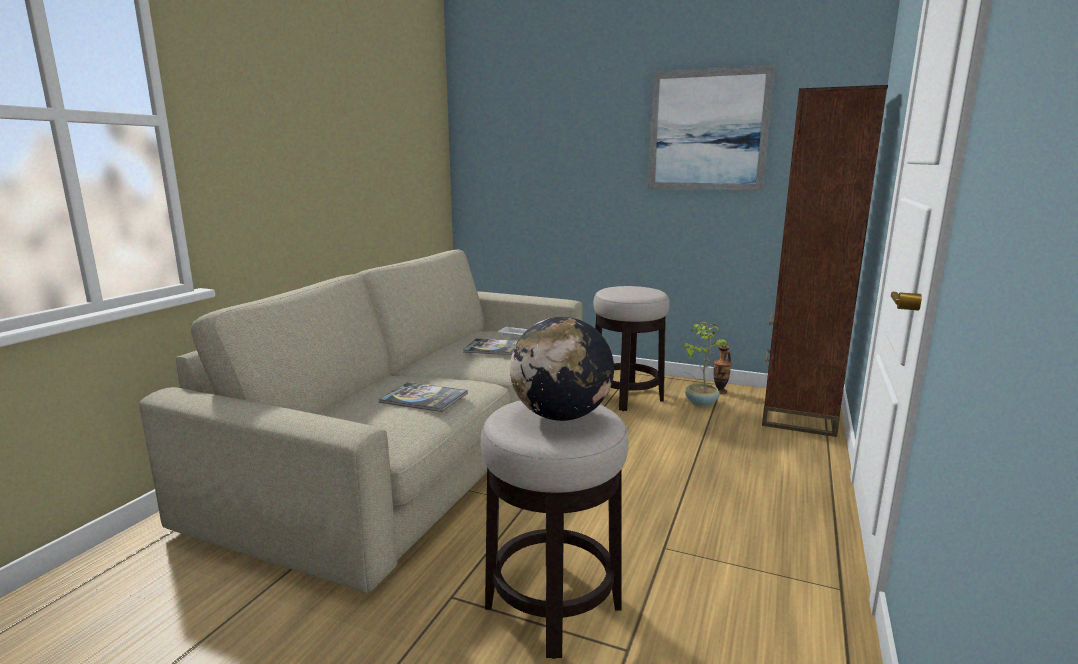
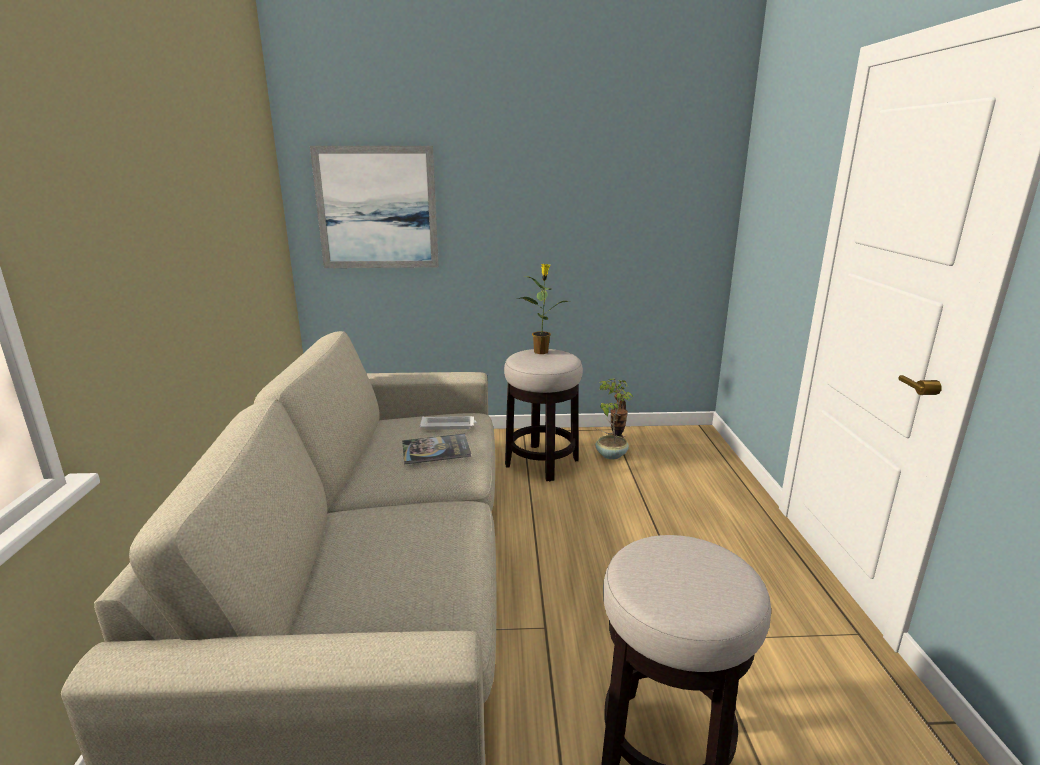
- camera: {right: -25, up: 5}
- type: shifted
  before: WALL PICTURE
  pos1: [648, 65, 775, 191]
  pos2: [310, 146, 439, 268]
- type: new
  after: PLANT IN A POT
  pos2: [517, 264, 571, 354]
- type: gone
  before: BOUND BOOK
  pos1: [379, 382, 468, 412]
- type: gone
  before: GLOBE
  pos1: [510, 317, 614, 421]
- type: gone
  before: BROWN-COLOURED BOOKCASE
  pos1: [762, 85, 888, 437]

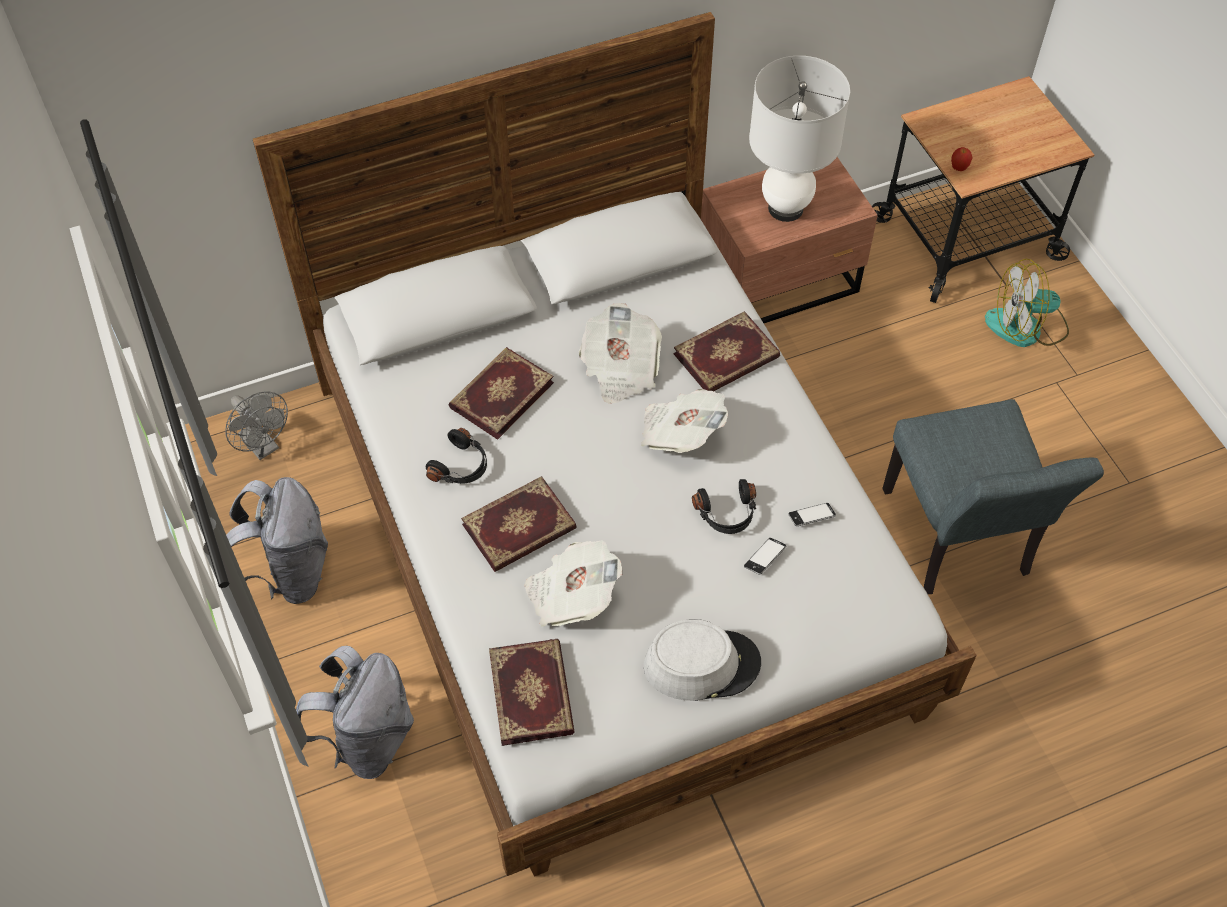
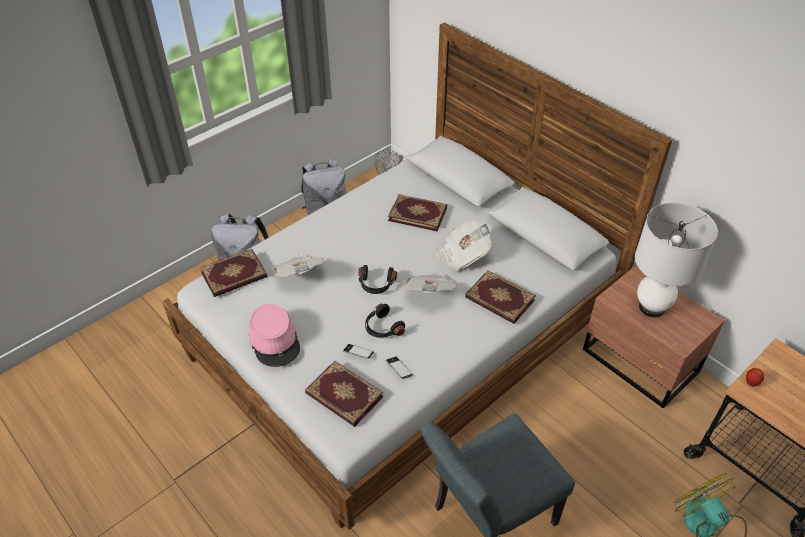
- camera: {right: 70, up: -10}
- type: repainted
  before: GREY WEARABLE HAT
  after: PINK WEARABLE HAT
  pos1: [644, 619, 761, 701]
  pos2: [249, 304, 300, 367]
- type: shifted
  before: BOUND BOOK
  pos1: [461, 476, 577, 572]
  pos2: [305, 361, 383, 427]
- type: shifted
  before: BLACK-COLOURED PAIR OF HEADPHONES
  pos1: [426, 428, 487, 484]
  pos2: [359, 265, 397, 294]

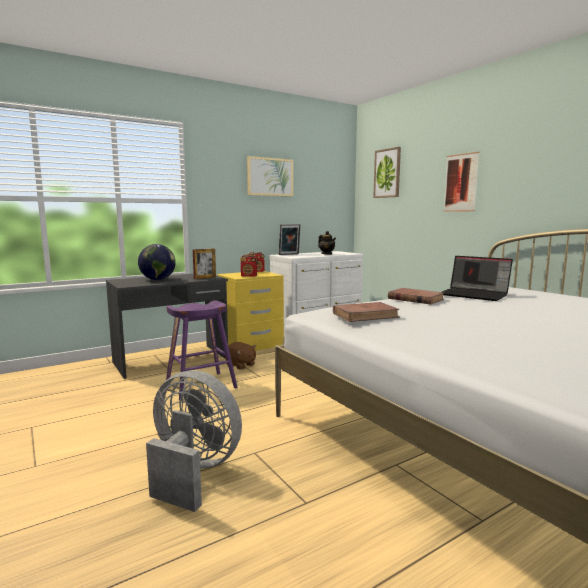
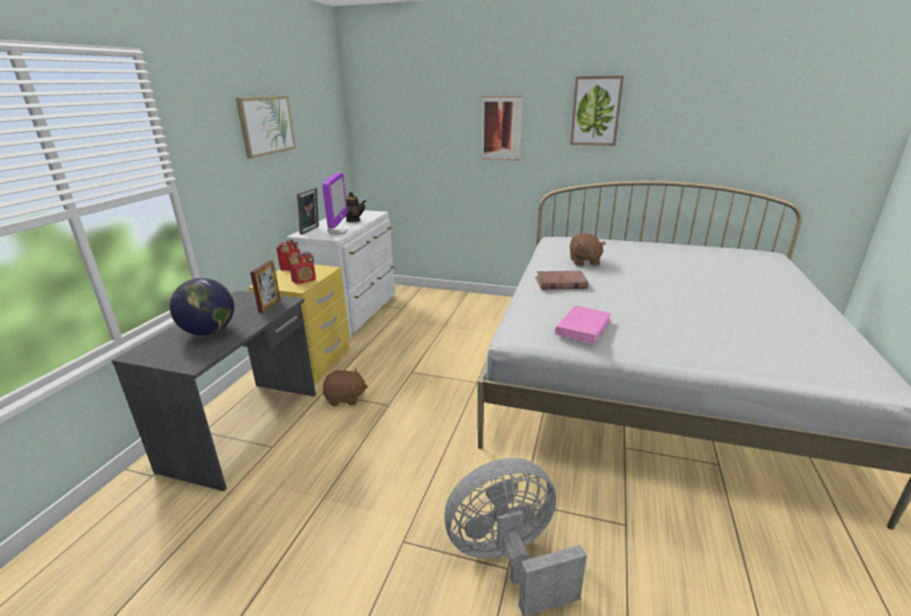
- camera: {right: -40, up: 15}
- type: new
  after: COMPUTER DISPLAY
  pos2: [322, 173, 348, 234]
- type: repainted
  before: BROWN-COLOURED BOUND BOOK
  after: PINK BOUND BOOK
  pos1: [333, 302, 400, 322]
  pos2: [555, 306, 611, 344]
- type: shifted
  before: WALL PICTURE
  pos1: [373, 147, 401, 198]
  pos2: [570, 76, 624, 146]
- type: swapped
  before: NOTEBOOK COMPUTER
  after: BROWN-COLOURED CUDDLY TOY
  pos1: [442, 256, 513, 301]
  pos2: [570, 233, 606, 266]
- type: gone
  before: PURPLE-COLOURED SITTING STOOL
  pos1: [166, 300, 238, 401]

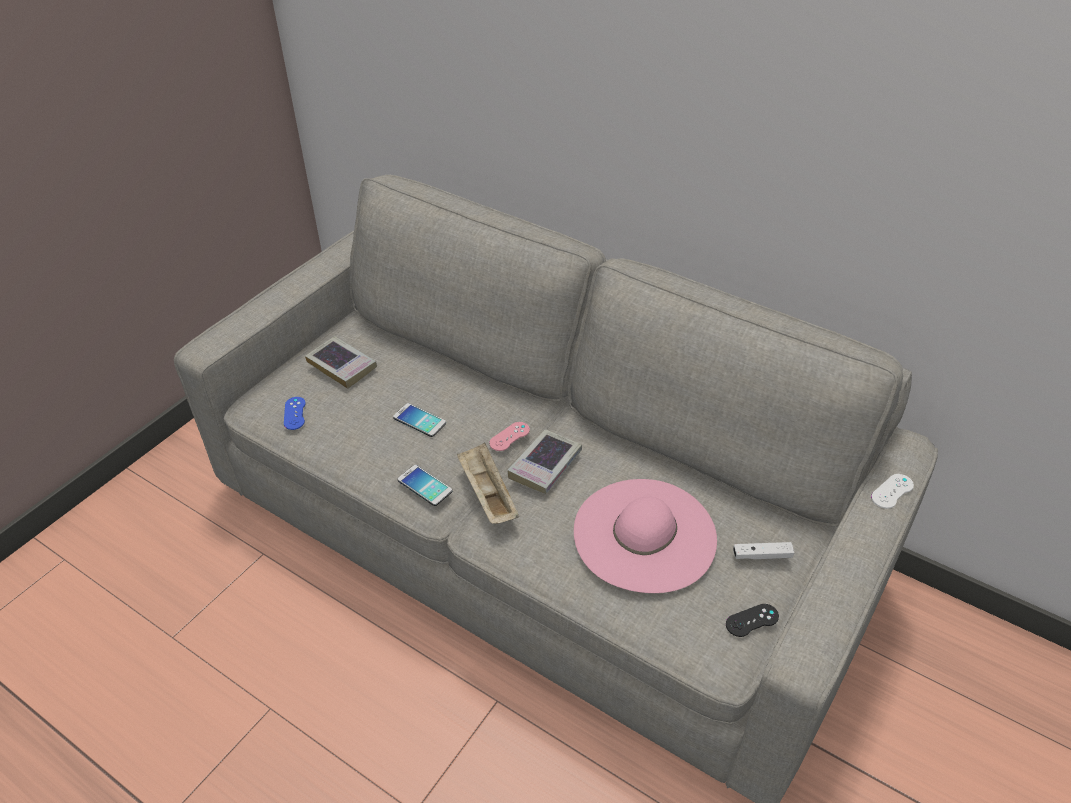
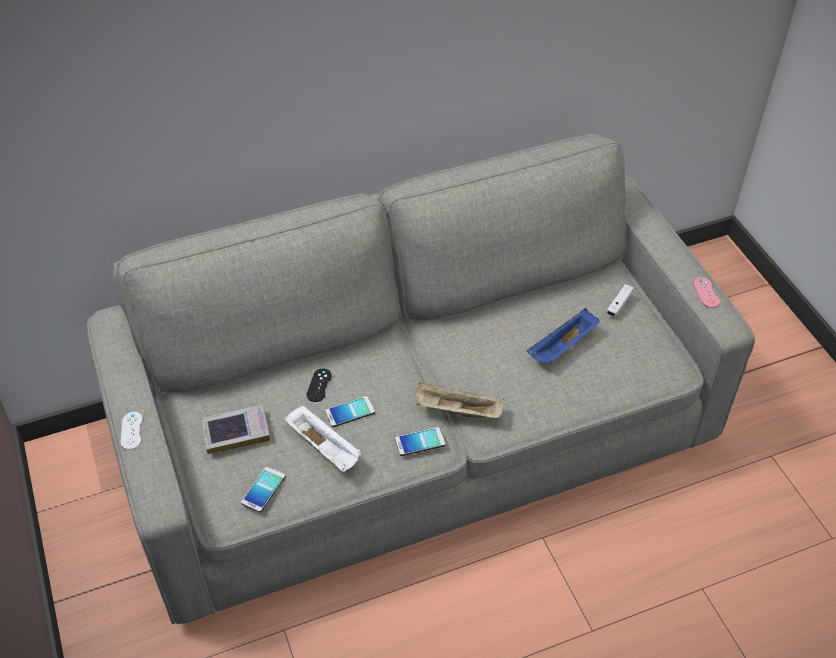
- camera: {right: -55, up: 5}
- type: shifted
  before: WHITISH GAME CONTROLLER
  pos1: [871, 474, 914, 509]
  pos2: [121, 412, 143, 450]
- type: swapped
  before: BLUISH GAME CONTROLLER
  after: HANDSET
  pos1: [284, 397, 306, 430]
  pos2: [241, 467, 286, 512]
- type: new
  after: WHITISH CARRYING TRAY
  pos2: [284, 405, 361, 472]
- type: shifted
  before: BLACK-COLOURED GAME CONTROLLER
  pos1: [726, 604, 779, 637]
  pos2: [307, 369, 332, 402]
- type: swapped
  before: PINK WEARABLE HAT
  after: BLUISH CARRYING TRAY
  pos1: [574, 479, 717, 593]
  pos2: [527, 308, 600, 365]
- type: shifted
  before: PINK GAME CONTROLLER
  pos1: [489, 422, 530, 451]
  pos2: [693, 277, 720, 308]
- type: gone
  before: BOUND BOOK
  pos1: [507, 429, 582, 494]

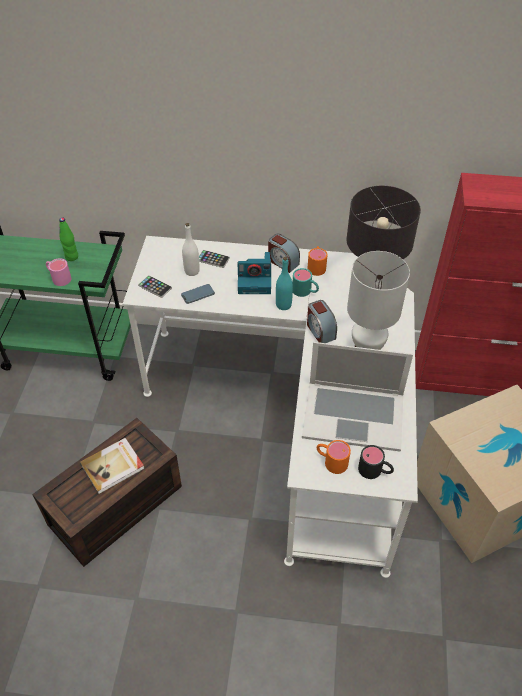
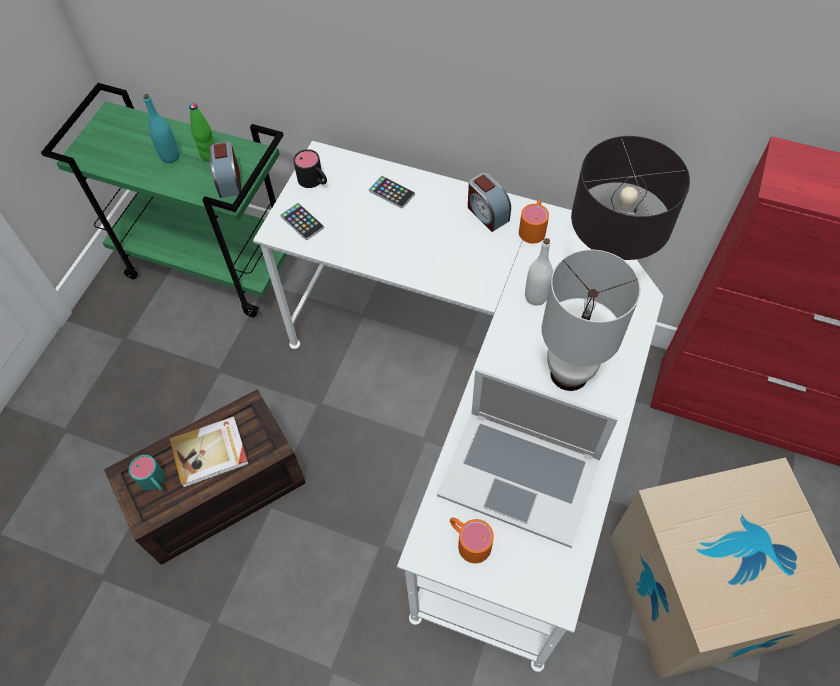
- camera: {right: 15, up: 10}
- type: shifted
  before: TURQUOISE-COLOURED TEA MUG
  pos1: [293, 268, 319, 297]
  pos2: [129, 455, 165, 492]
- type: shifted
  before: TURQUOISE-COLOURED BOTTLE
  pos1: [276, 257, 293, 310]
  pos2: [143, 94, 180, 163]
- type: shifted
  before: TABLE CLOCK
  pos1: [307, 300, 337, 343]
  pos2: [209, 141, 242, 198]
- type: shifted
  before: BLACK-COLOURED TEA MUG
  pos1: [358, 445, 394, 479]
  pos2: [293, 149, 327, 188]
- type: shifted
  before: WHITISH BOTTLE
  pos1: [182, 223, 200, 276]
  pos2: [525, 238, 553, 305]
- type: gone
  before: PINK TEA MUG
  pos1: [46, 259, 71, 286]
- type: gone
  before: HANDSET
  pos1: [181, 284, 215, 304]
- type: gone
  before: STILL CAMERA
  pos1: [238, 252, 271, 294]

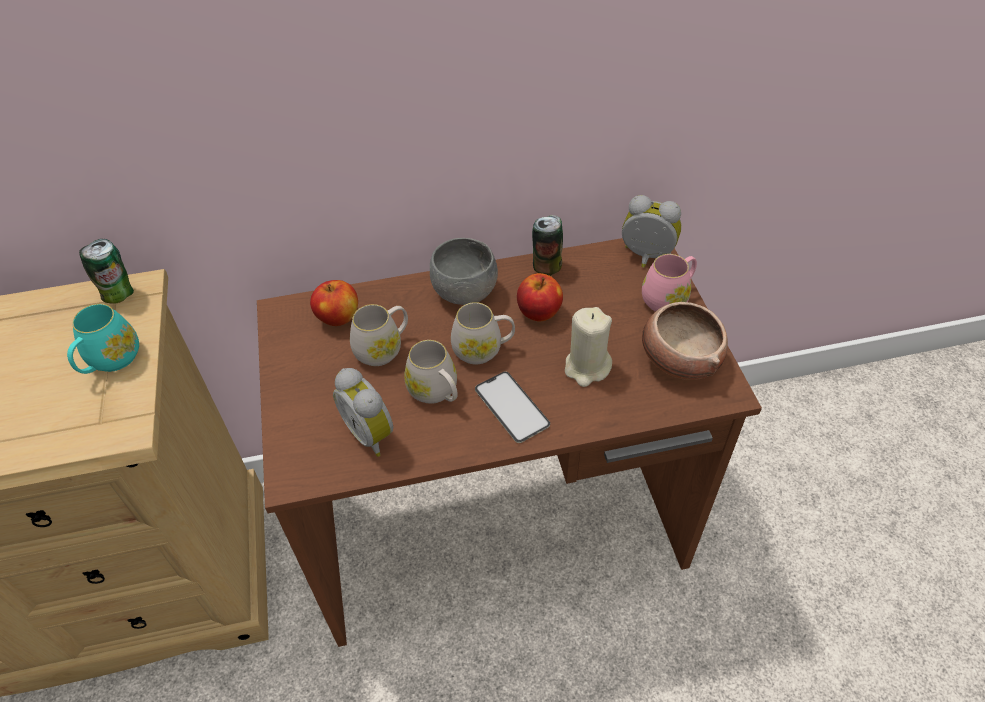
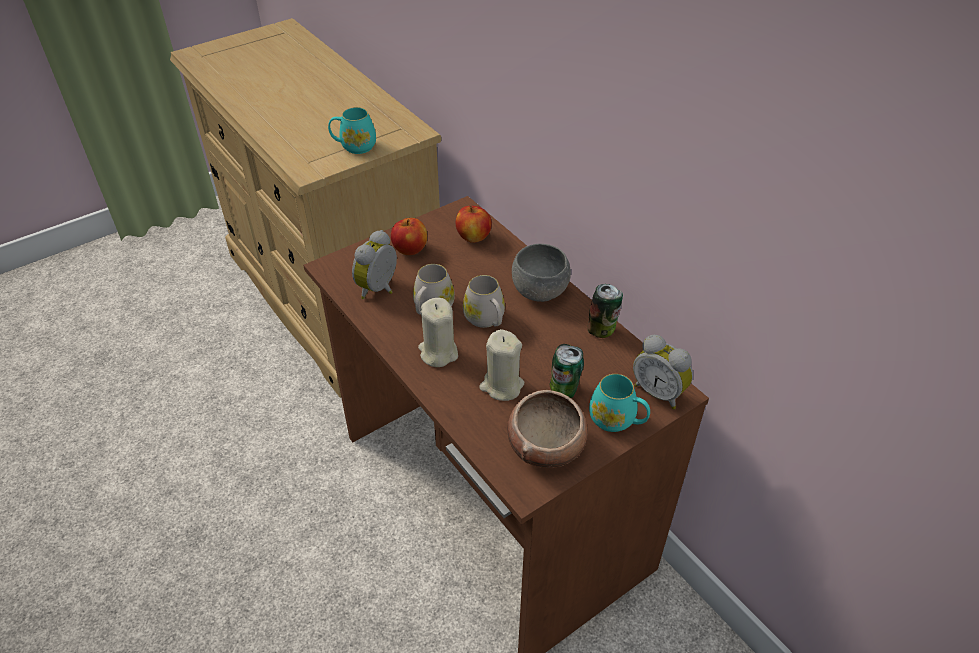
- camera: {right: 65, up: -5}
- type: shifted
  before: APPLE
  pos1: [517, 273, 563, 321]
  pos2: [391, 218, 427, 255]
- type: swapped
  before: HANDSET
  after: BEIGE-COLOURED WAX LIGHT
  pos1: [475, 371, 550, 443]
  pos2: [418, 298, 458, 367]
- type: shifted
  before: CAN
  pos1: [79, 239, 134, 304]
  pos2: [550, 344, 584, 398]
- type: repainted
  before: PINK TEA MUG
  after: TURQUOISE-COLOURED TEA MUG
  pos1: [642, 254, 697, 312]
  pos2: [589, 374, 650, 432]
- type: rotated
  before: TABLE CLOCK
  pos1: [622, 195, 681, 268]
  pos2: [633, 335, 693, 410]
  turn: 135
- type: gone
  before: WHITISH TEA MUG
  pos1: [350, 304, 408, 366]

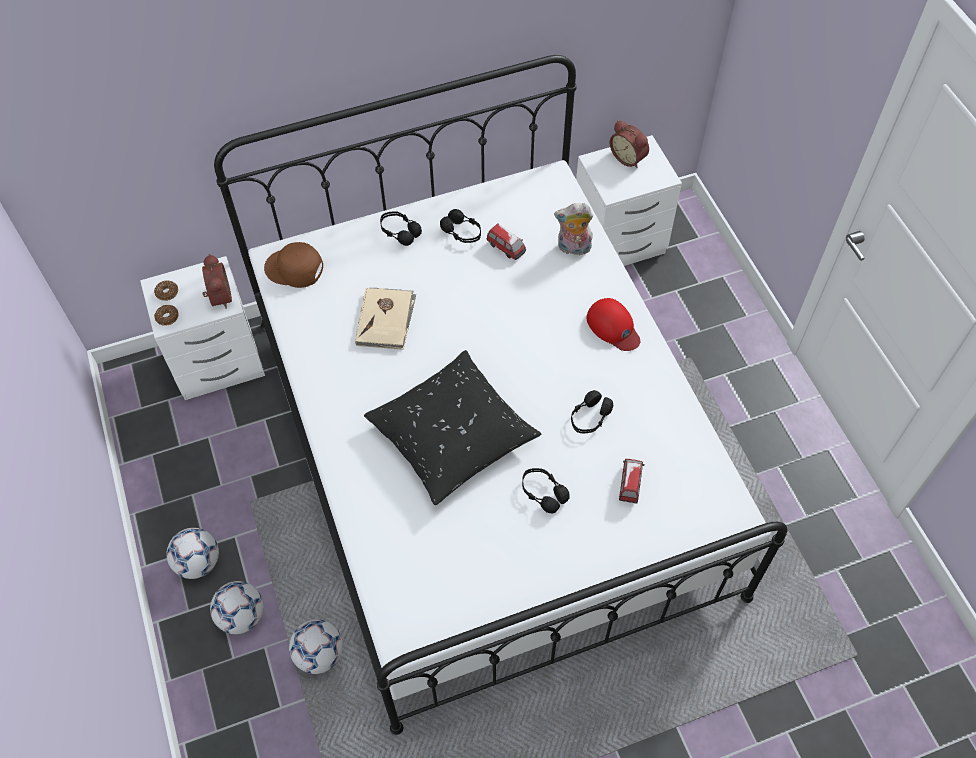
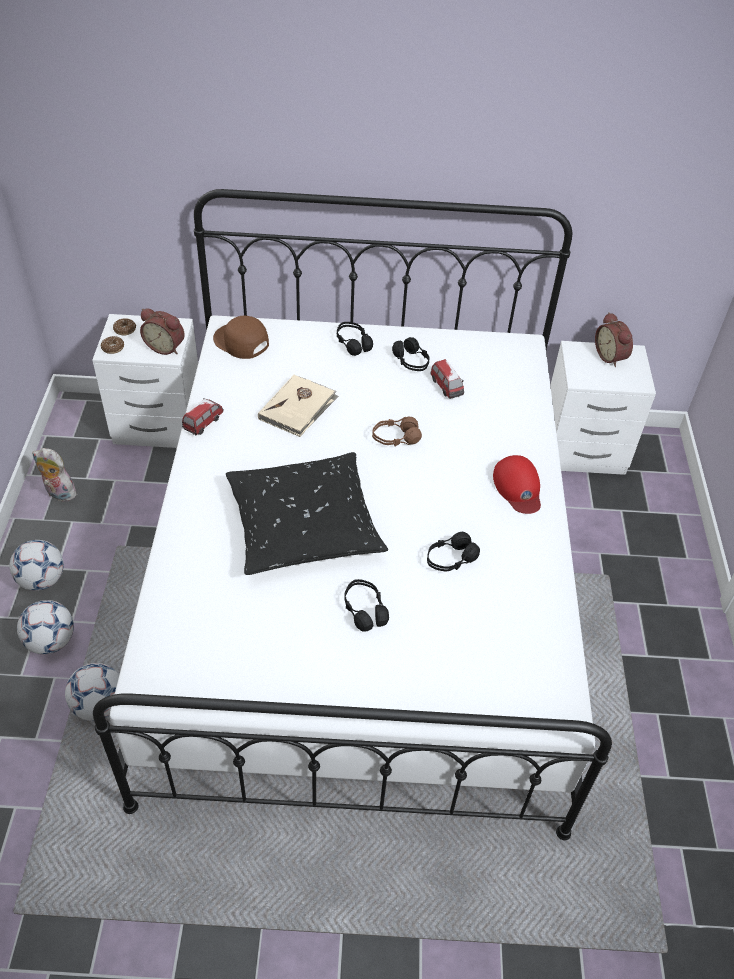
- camera: {right: 20, up: -10}
- type: shifted
  before: CUDDLY TOY
  pos1: [554, 203, 593, 258]
  pos2: [32, 448, 80, 502]
- type: rotated
  before: TABLE CLOCK
  pos1: [202, 254, 232, 309]
  pos2: [140, 308, 185, 355]
  turn: 105
- type: shifted
  before: MODEL CAR
  pos1: [619, 459, 645, 504]
  pos2: [182, 398, 223, 435]
- type: new
  after: BROWN-COLOURED PAIR OF HEADPHONES
  pos2: [372, 417, 422, 446]

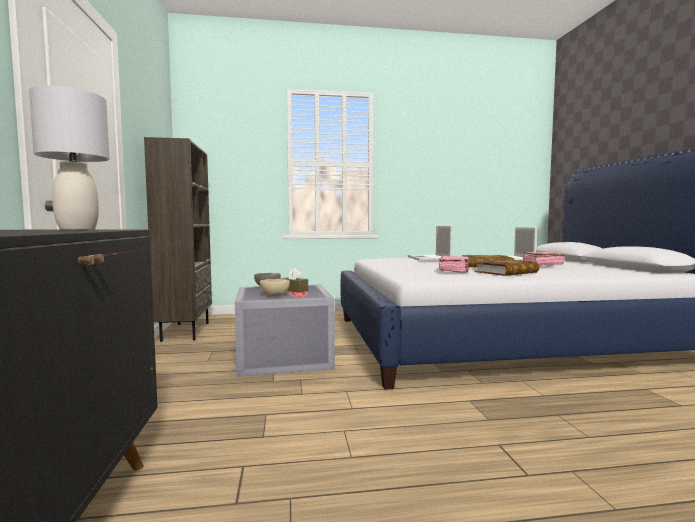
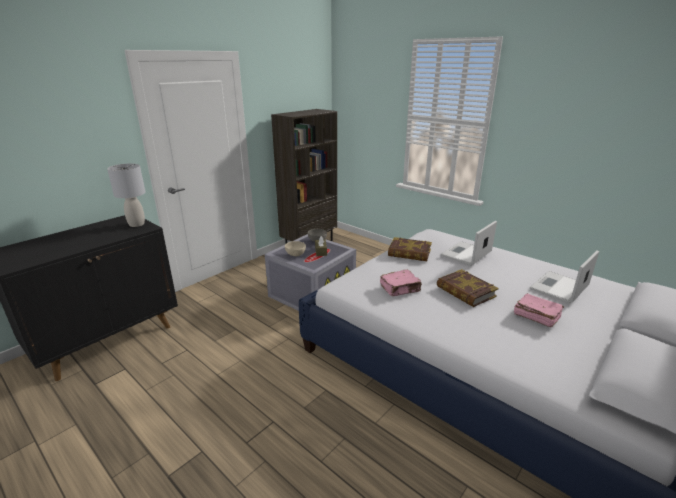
- camera: {right: 50, up: 20}
- type: shifted
  before: BOUND BOOK
  pos1: [474, 259, 540, 276]
  pos2: [388, 237, 432, 261]

